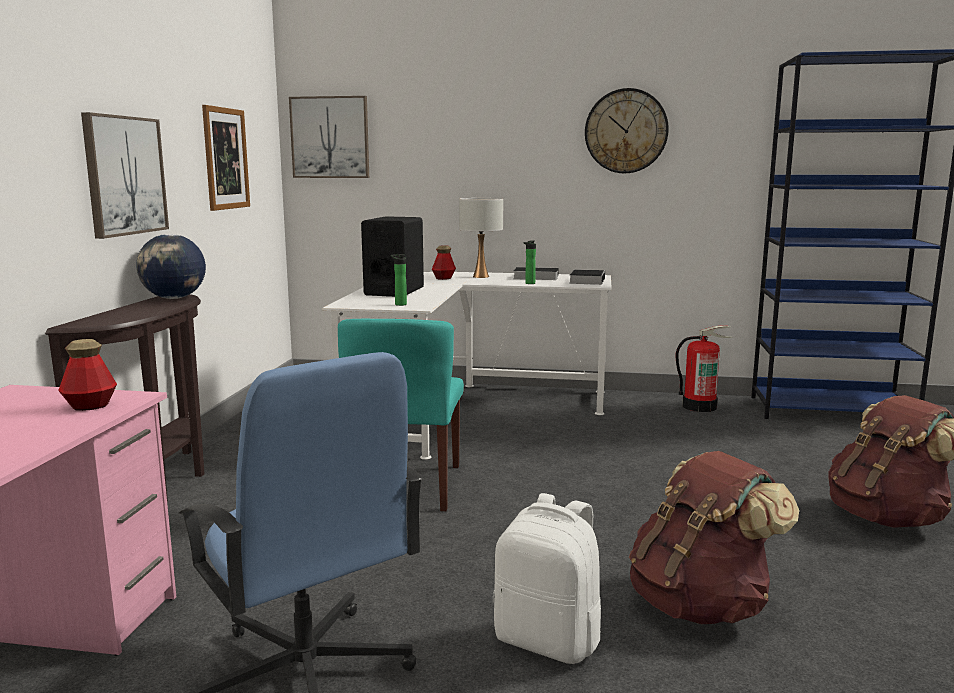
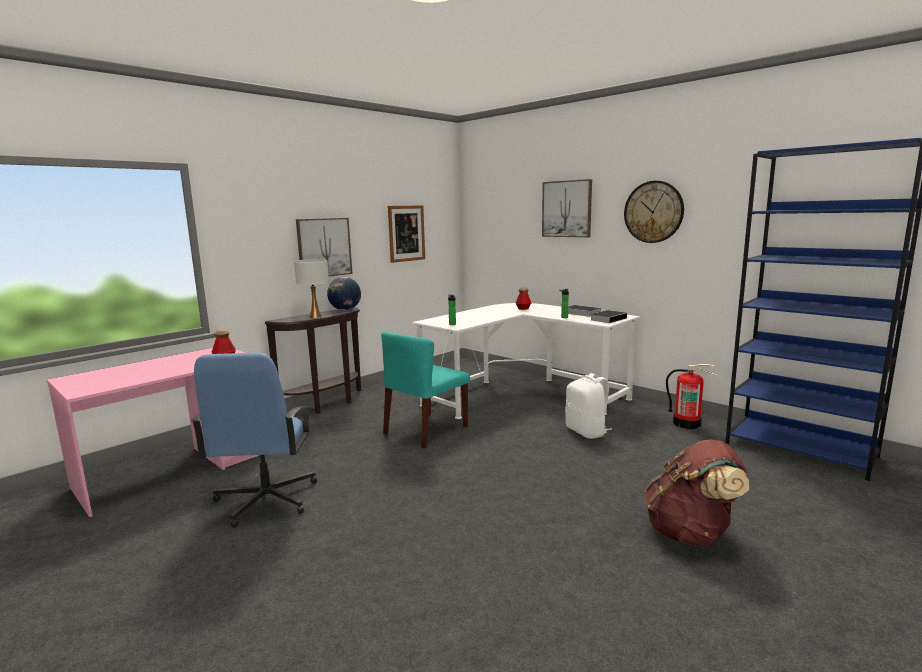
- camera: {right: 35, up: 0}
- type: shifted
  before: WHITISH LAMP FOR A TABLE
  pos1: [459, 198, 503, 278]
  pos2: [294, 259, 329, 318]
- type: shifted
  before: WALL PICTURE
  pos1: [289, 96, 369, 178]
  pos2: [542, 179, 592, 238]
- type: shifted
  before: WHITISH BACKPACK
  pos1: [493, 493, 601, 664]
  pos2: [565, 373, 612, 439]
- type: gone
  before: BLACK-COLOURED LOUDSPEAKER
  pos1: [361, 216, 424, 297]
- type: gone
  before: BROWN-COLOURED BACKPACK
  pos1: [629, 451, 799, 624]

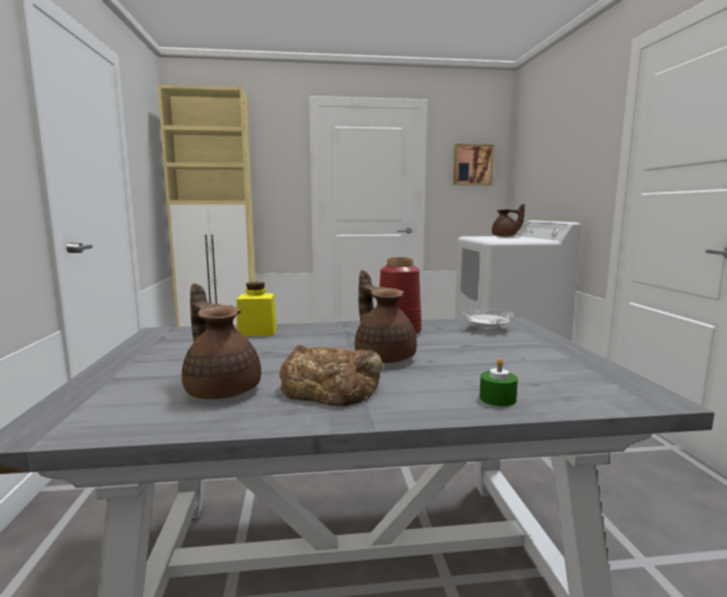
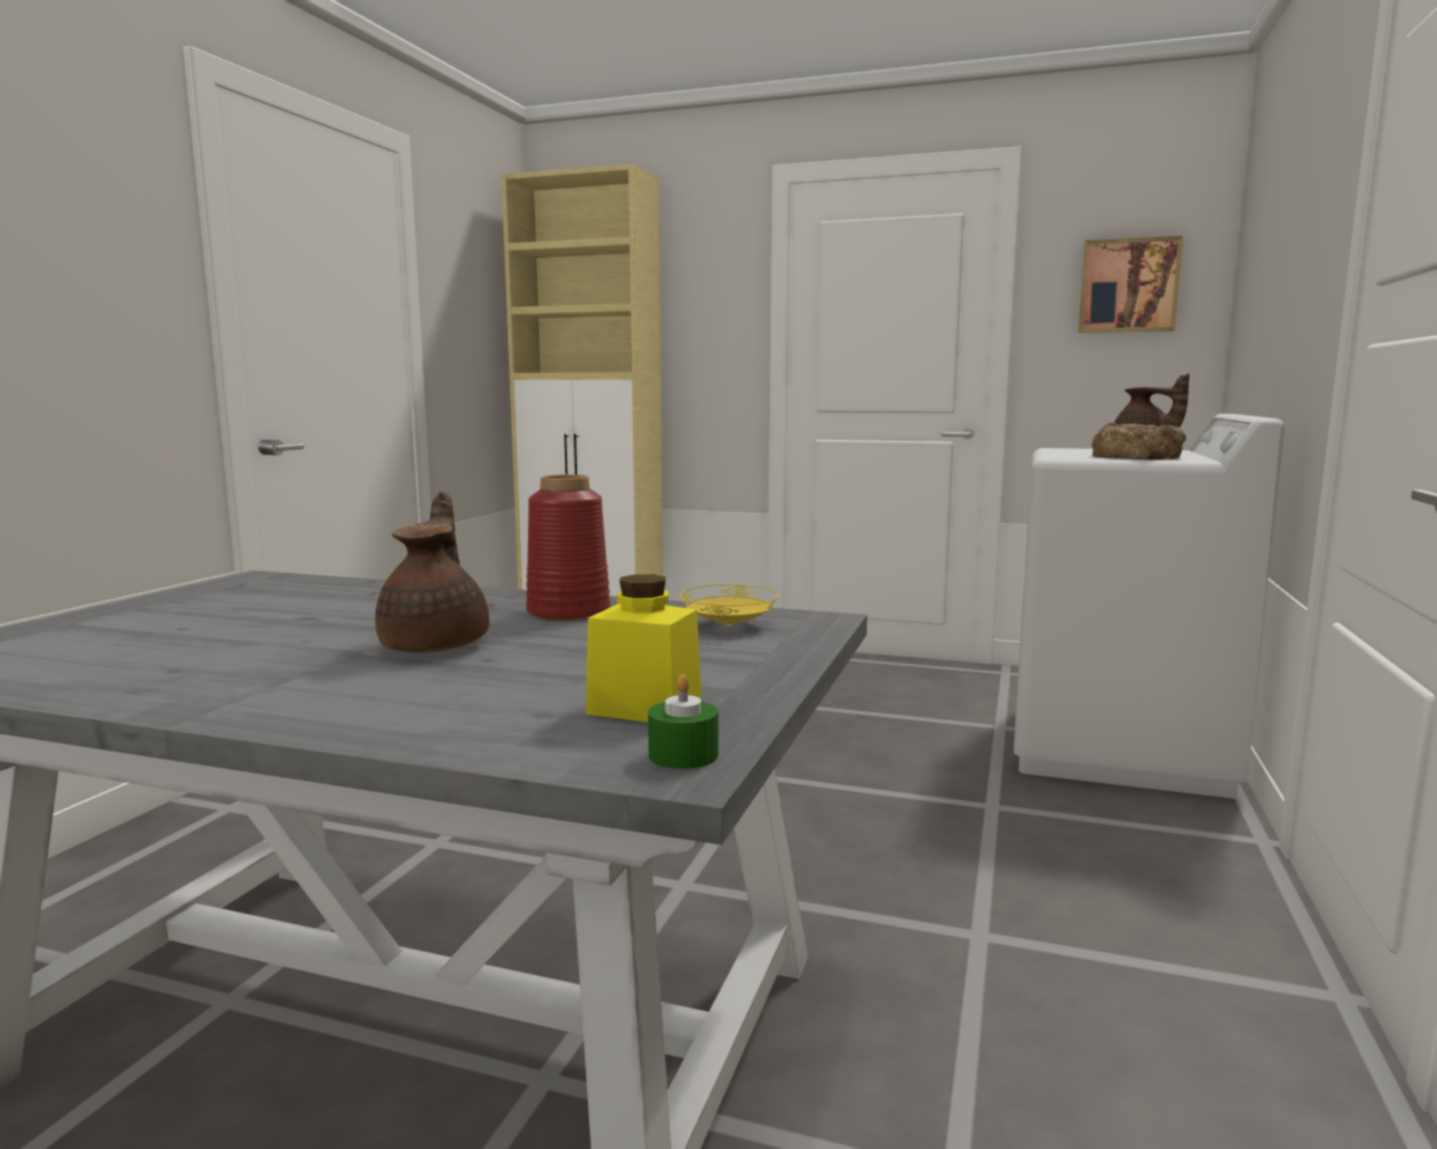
- camera: {right: 25, up: 0}
- type: shifted
  before: YELLOWISH PRESERVE JAR
  pos1: [237, 282, 277, 336]
  pos2: [586, 574, 702, 722]
- type: shifted
  before: GREENISH WAX LIGHT
  pos1: [480, 358, 518, 406]
  pos2: [648, 674, 718, 769]
- type: repainted
  before: WHITISH DINNER PLATE
  after: YELLOWISH DINNER PLATE
  pos1: [463, 308, 514, 329]
  pos2: [680, 585, 778, 627]
- type: shifted
  before: BAKED BREAD
  pos1: [279, 345, 383, 406]
  pos2: [1092, 423, 1186, 460]
- type: gone
  before: BROWN-COLOURED TEA POT
  pos1: [182, 283, 261, 400]

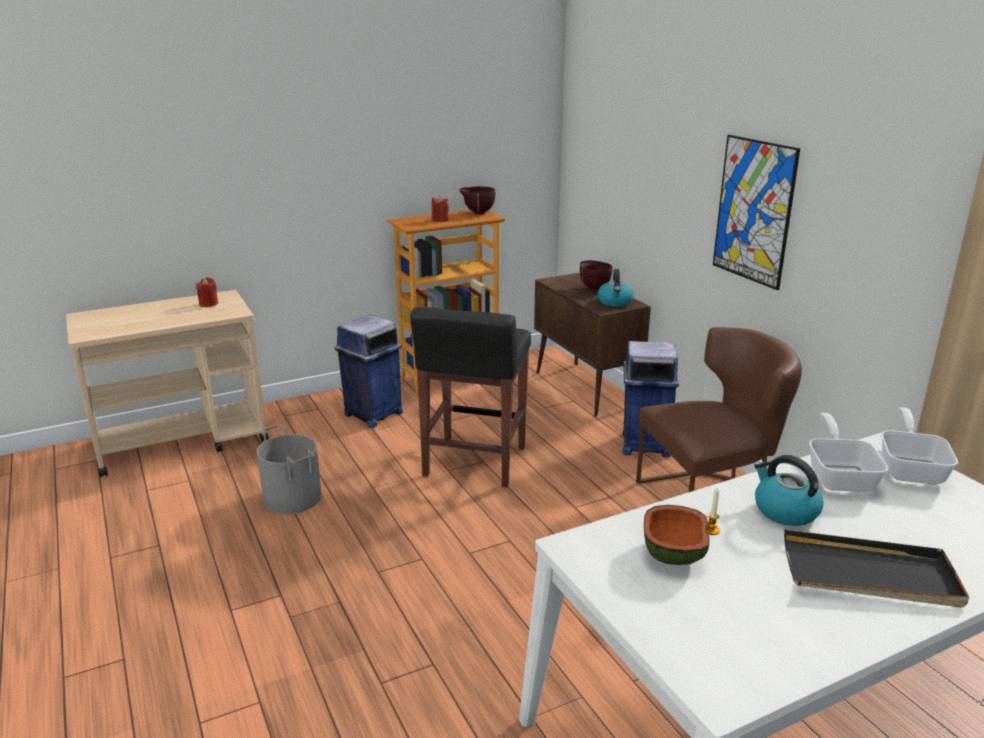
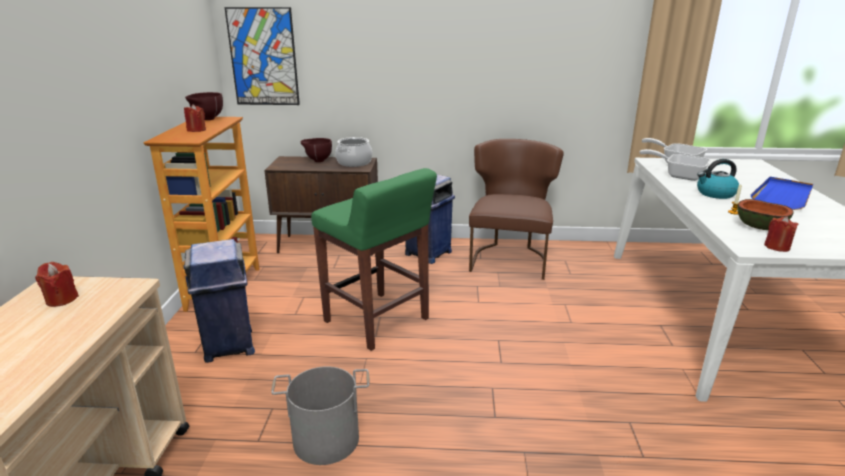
- camera: {right: -60, up: 0}
- type: shifted
  before: WALL PICTURE
  pos1: [713, 135, 800, 290]
  pos2: [225, 7, 300, 105]
- type: repainted
  before: BLACK-COLOURED SITTING STOOL
  after: GREENISH SITTING STOOL
  pos1: [410, 307, 531, 487]
  pos2: [311, 168, 437, 351]
- type: swapped
  before: TEA KETTLE
  after: COOKING POT
  pos1: [598, 269, 634, 307]
  pos2: [335, 137, 372, 167]
- type: repainted
  before: BLACK-COLOURED CARRYING TRAY
  after: BLUISH CARRYING TRAY
  pos1: [784, 530, 969, 608]
  pos2: [751, 177, 813, 210]
- type: new
  after: RED WAX LIGHT
  pos2: [764, 216, 798, 252]

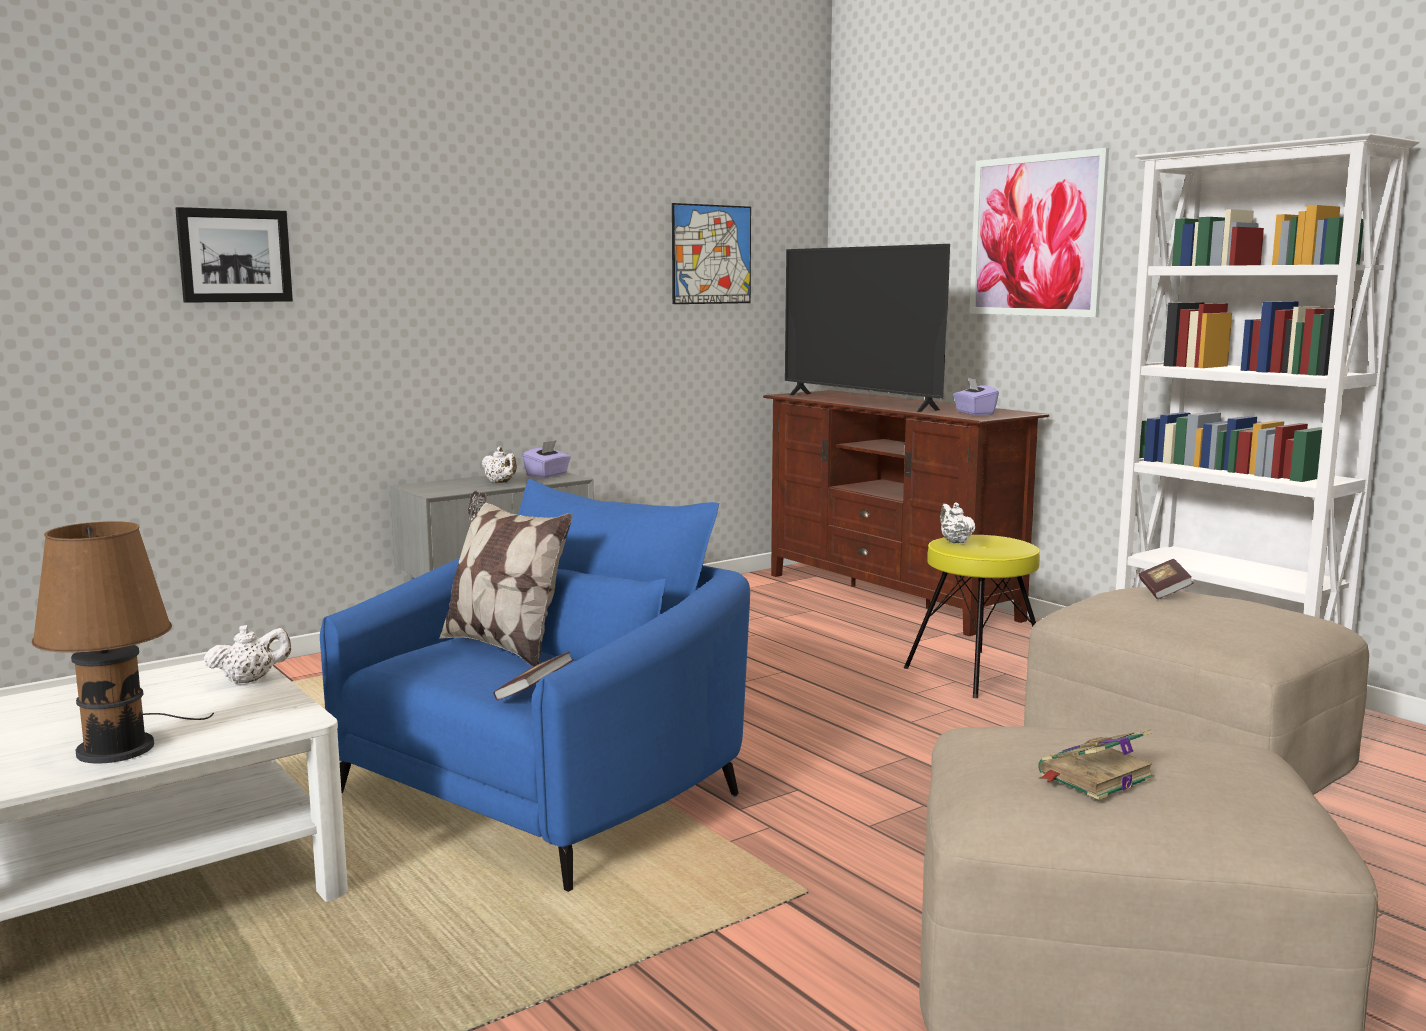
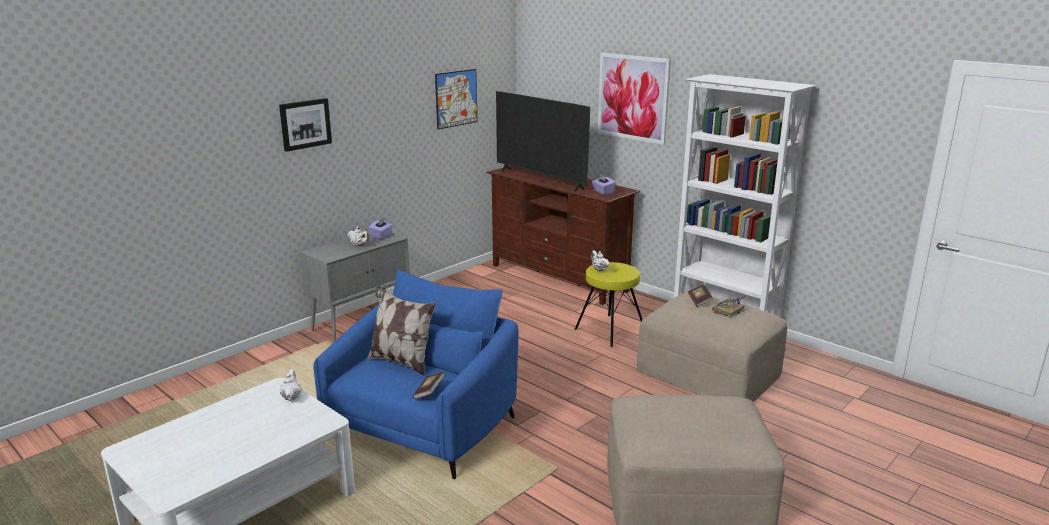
- camera: {right: -10, up: 10}
- type: shifted
  before: WALL PICTURE
  pos1: [175, 207, 293, 303]
  pos2: [279, 98, 332, 152]
- type: rotated
  before: WHITISH TEA POT
  pos1: [204, 625, 291, 684]
  pos2: [280, 369, 302, 401]
  turn: -60
- type: shifted
  before: BOUND BOOK
  pos1: [1038, 730, 1155, 800]
  pos2: [712, 296, 745, 318]
- type: gone
  before: BROWN-COLOURED LAMP FOR A TABLE
  pos1: [32, 521, 214, 764]

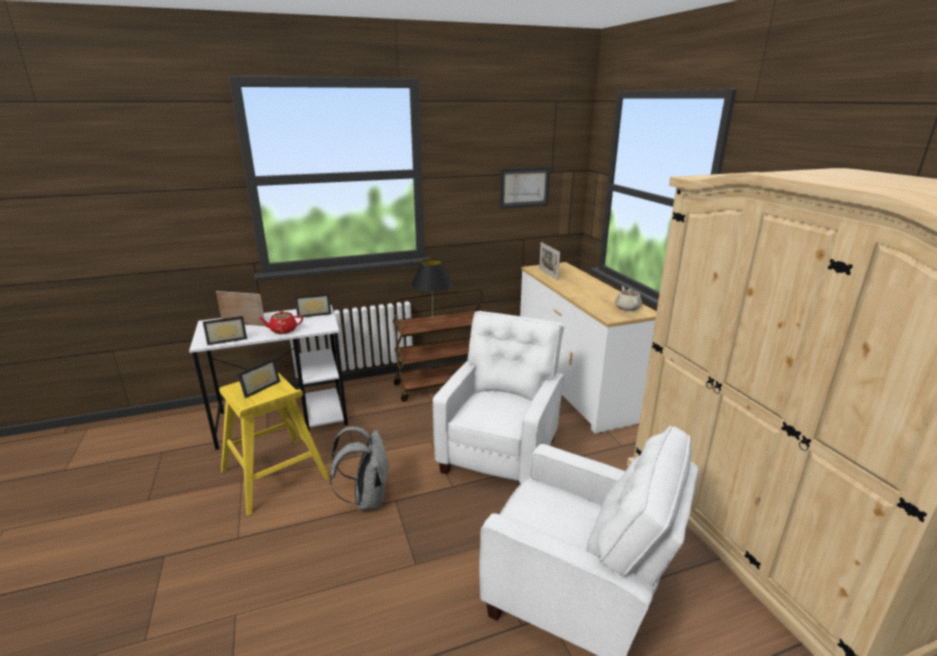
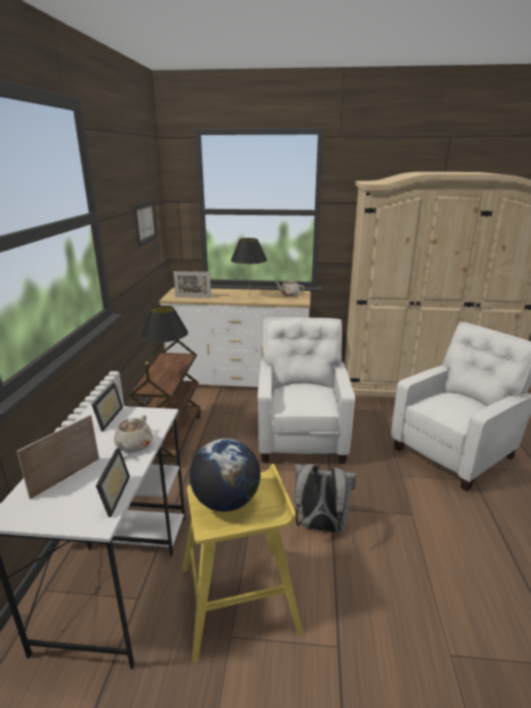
- camera: {right: -65, up: 0}
- type: repainted
  before: RED TEA POT
  after: BEIGE-COLOURED TEA POT
  pos1: [258, 311, 303, 334]
  pos2: [114, 415, 153, 452]
- type: swapped
  before: PHOTO FRAME
  after: GLOBE
  pos1: [238, 358, 280, 398]
  pos2: [189, 438, 261, 512]
- type: new
  after: BLACK-COLOURED LAMP FOR A TABLE
  pos2: [231, 238, 267, 297]
- type: rotated
  before: WHITISH LOUNGE CHAIR
  pos1: [433, 311, 564, 483]
  pos2: [258, 318, 355, 464]
  turn: 45

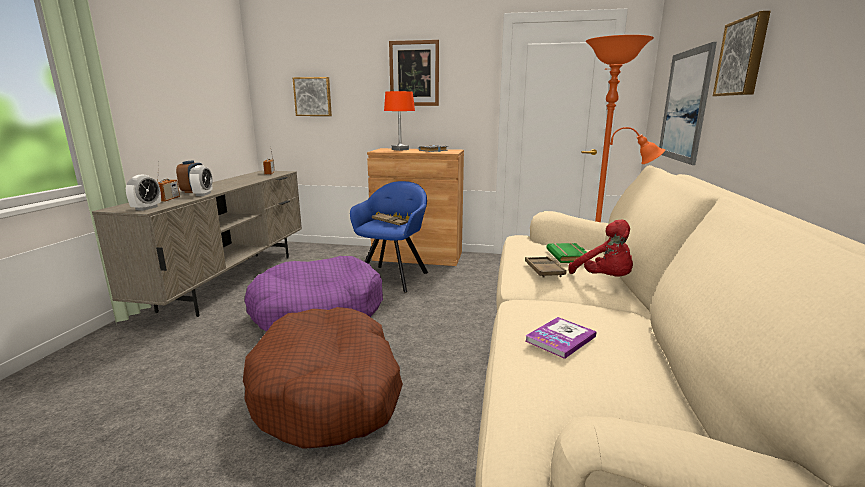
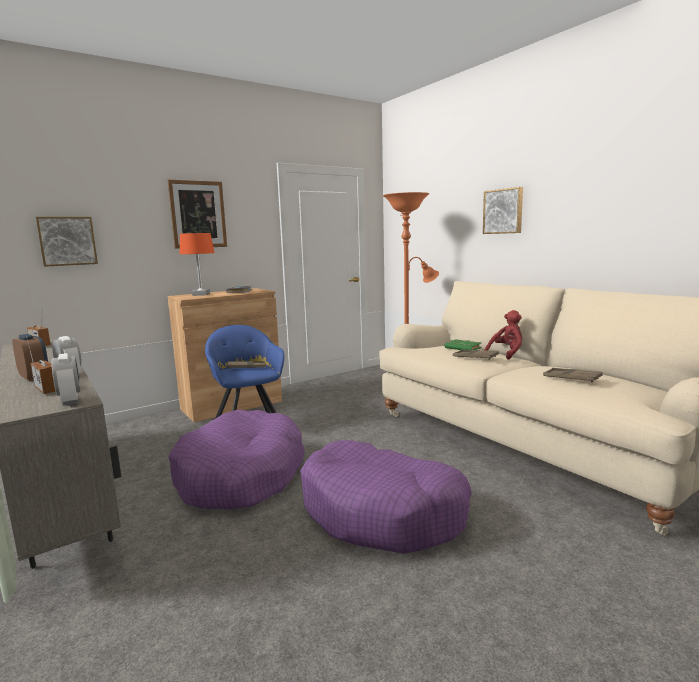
- camera: {right: -45, up: -5}
- type: repainted
  before: BROWN-COLOURED DOG BED
  after: PURPLE-COLOURED DOG BED
  pos1: [243, 307, 403, 449]
  pos2: [300, 440, 472, 554]
- type: rotated
  before: RED CUDDLY TOY
  pos1: [568, 219, 633, 277]
  pos2: [485, 310, 522, 359]
  turn: -60
- type: swapped
  before: BOUND BOOK
  after: BROWN-COLOURED CARRYING TRAY
  pos1: [525, 317, 597, 359]
  pos2: [543, 368, 603, 382]
- type: gone
  before: WALL PICTURE
  pos1: [659, 42, 717, 165]

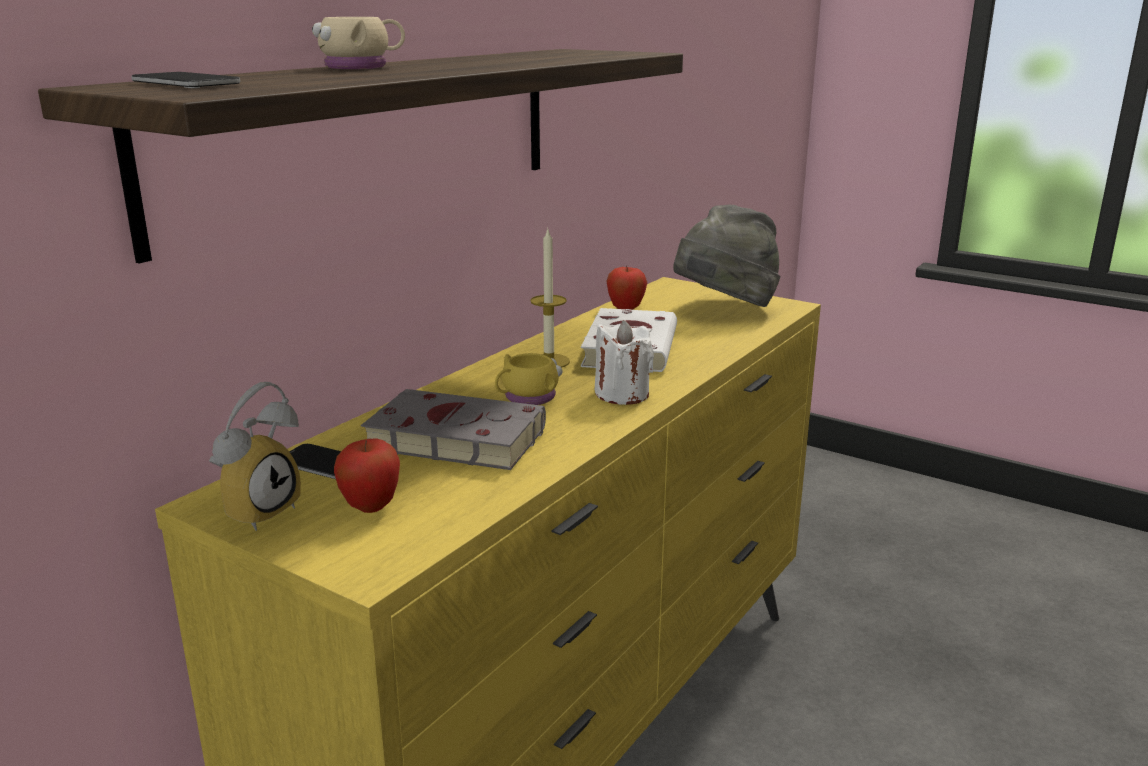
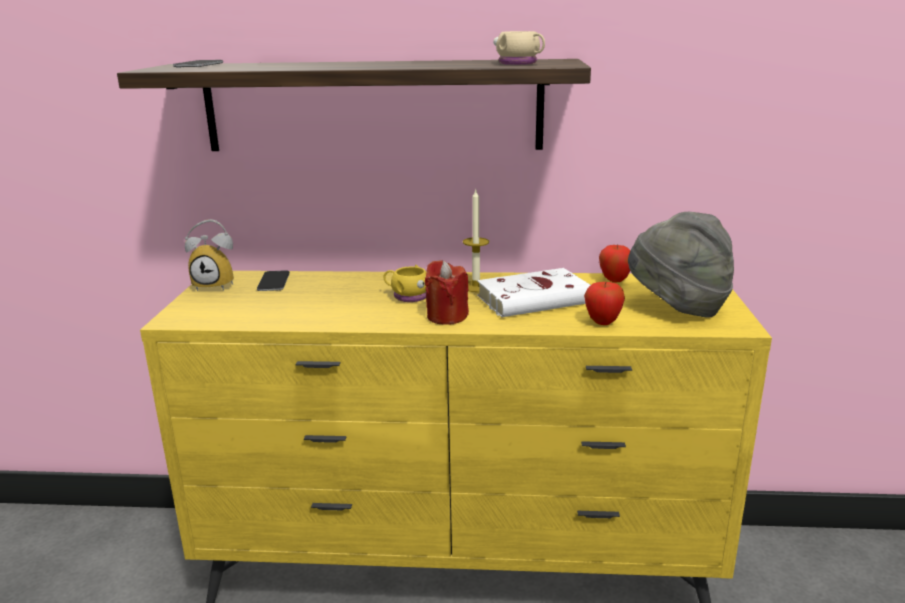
- camera: {right: 60, up: 0}
- type: repainted
  before: WHITISH WAX LIGHT
  after: RED WAX LIGHT
  pos1: [595, 320, 654, 405]
  pos2: [425, 260, 469, 325]
- type: shifted
  before: BEIGE-COLOURED TEA MUG
  pos1: [312, 17, 405, 69]
  pos2: [493, 31, 545, 65]
- type: shifted
  before: APPLE
  pos1: [334, 438, 400, 513]
  pos2: [584, 282, 625, 325]
- type: gone
  before: GREY BOUND BOOK
  pos1: [360, 389, 546, 470]

